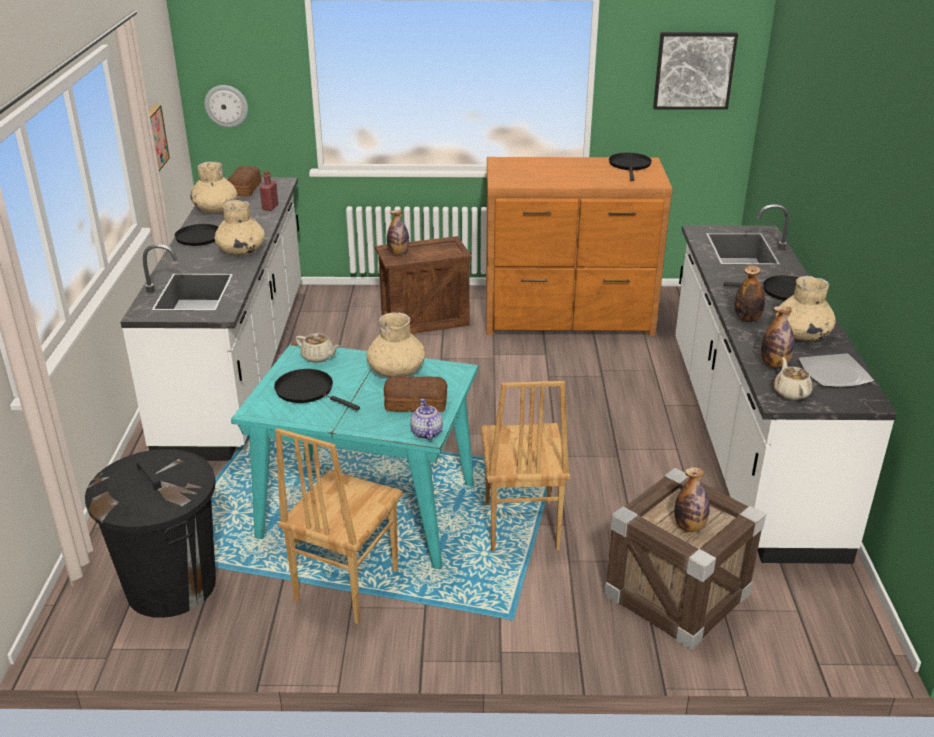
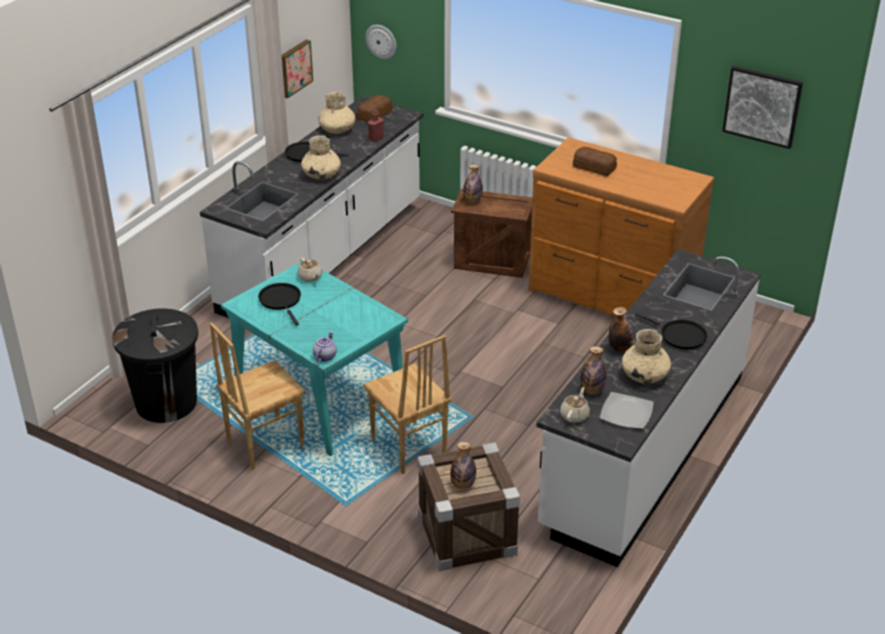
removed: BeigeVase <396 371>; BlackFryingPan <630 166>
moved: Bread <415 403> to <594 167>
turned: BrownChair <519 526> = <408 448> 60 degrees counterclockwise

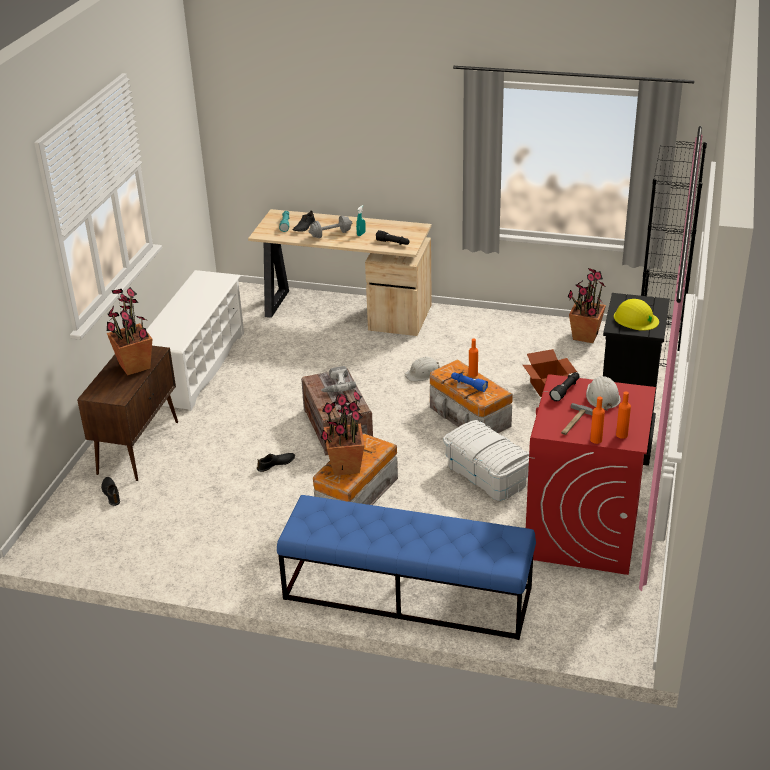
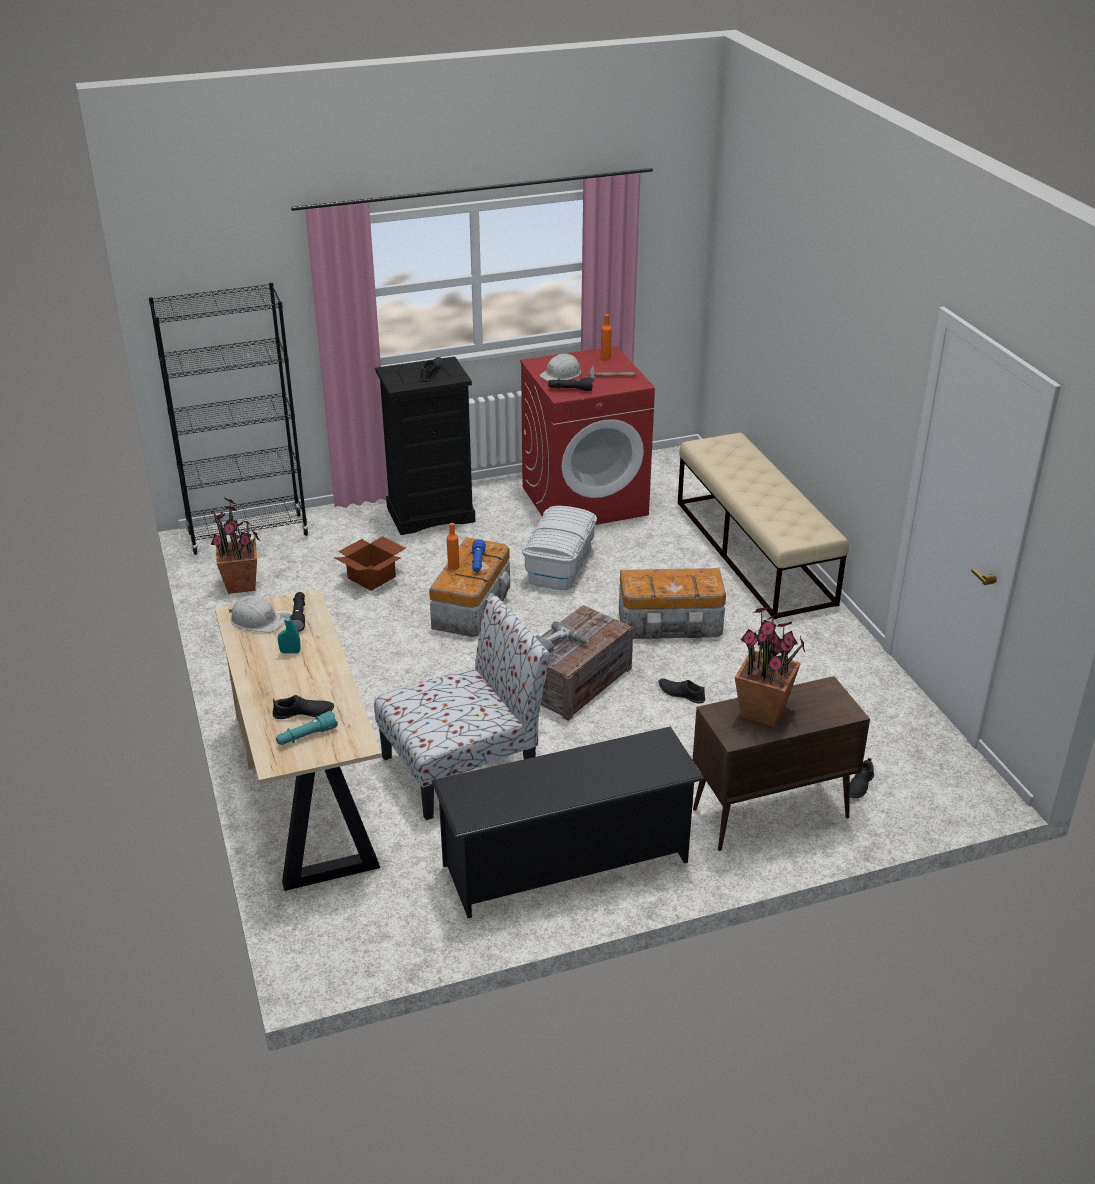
removed: GreyDumbbell <331 234>; PottedPlant <345 466>; OrangeBottle <596 440>
added: Chair <464 766>
moved: WhiteHardHat <423 373> to <256 620>
replaced: YellowHardHat <635 319> to BlackShoe <431 373>
recoloured: WhiteShoeRack <197 367> to BlackShoeRack <567 863>; BlueBench <406 593> to BeigeBench <754 552>

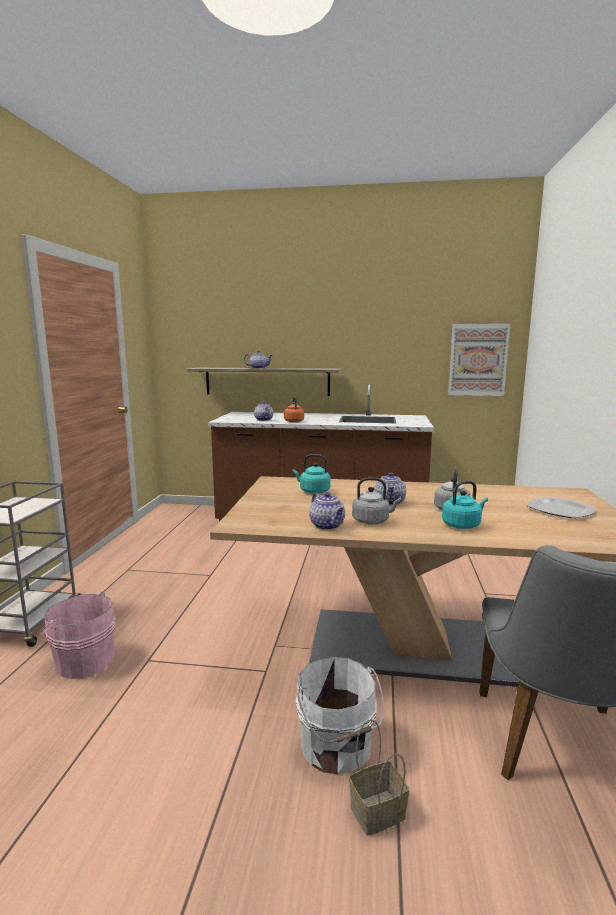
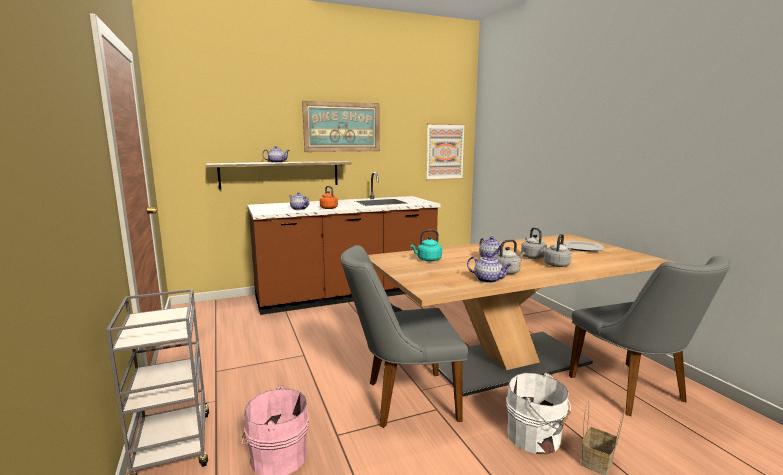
added: Picture <342 127>; GreyChair <402 399>
recoloured: TurquoiseKettle <462 525> to GreyKettle <557 265>

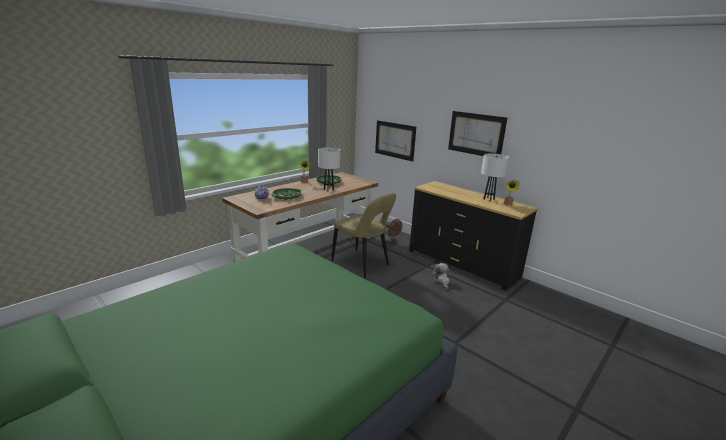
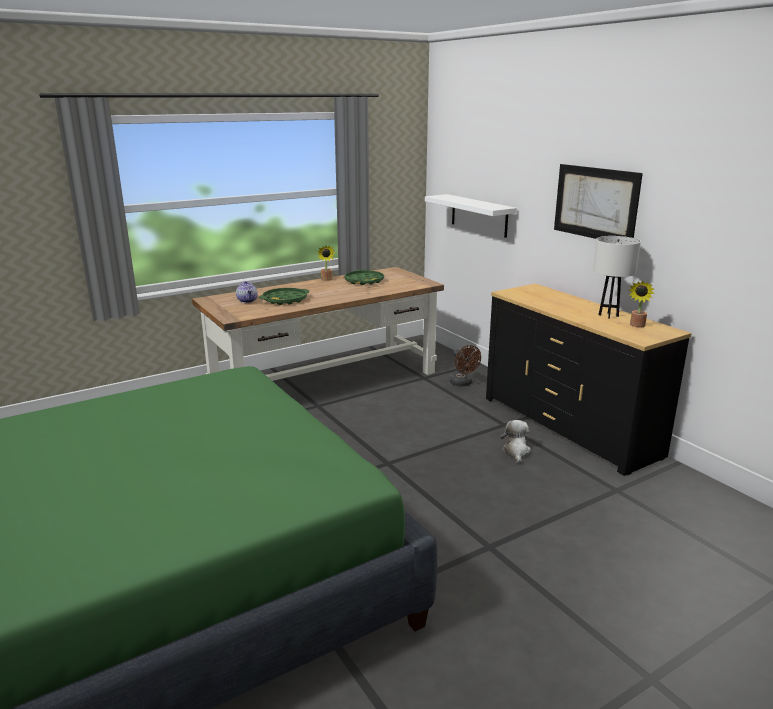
removed: WhiteTableLamp <328 189>; BeigeChair <362 264>
replaced: Picture <395 140> to WhiteShelf <479 215>

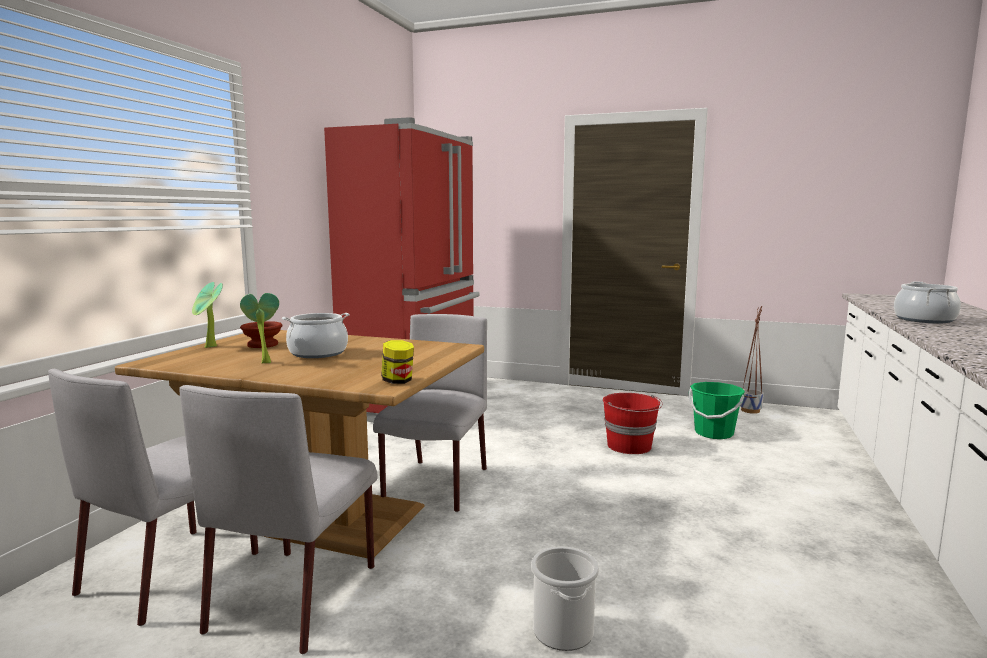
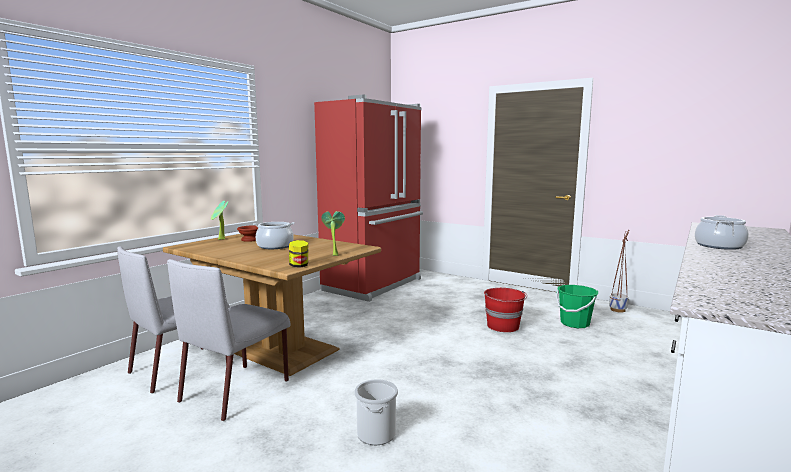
removed: GreyChair <436 486>
moved: PottedPlant <264 362> to <334 255>

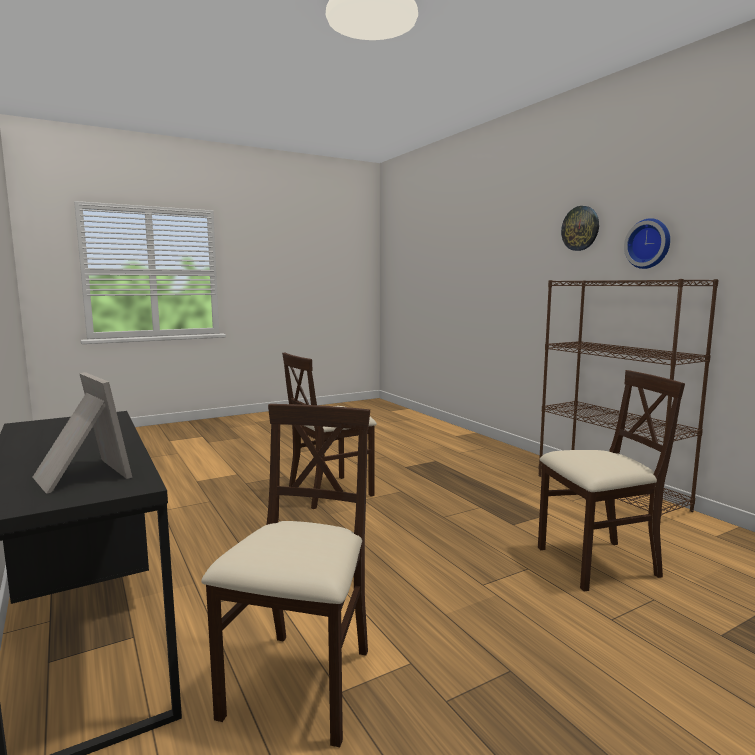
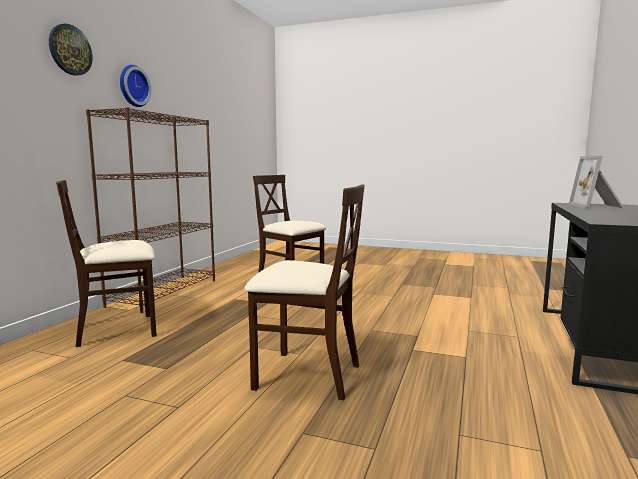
moved: BeigeChair <300 685> to <118 330>

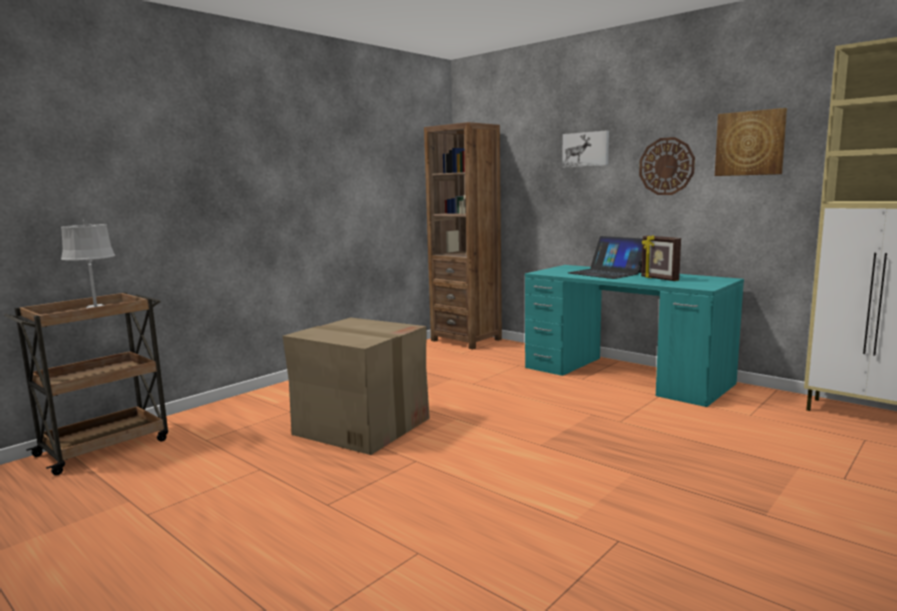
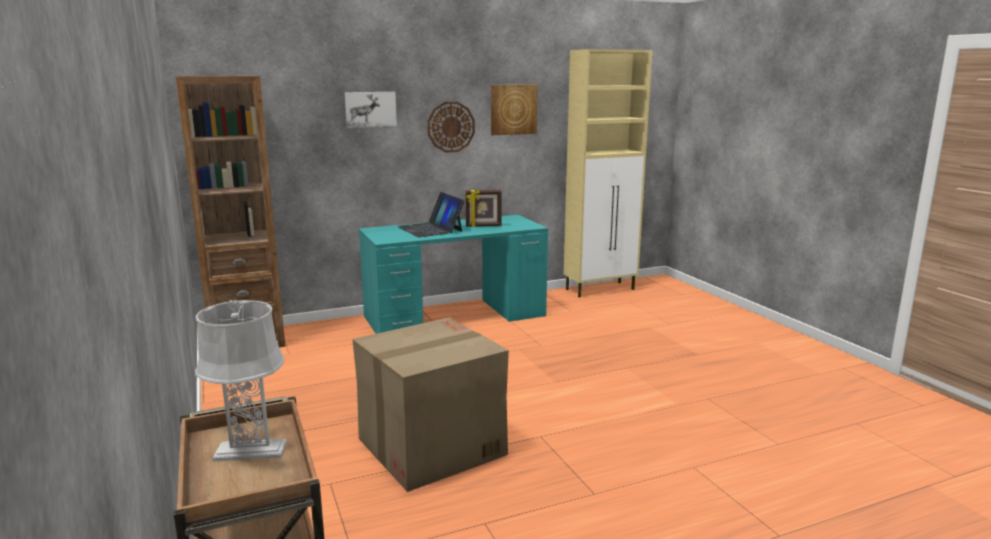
turned: Laptop <606 273> = <430 229> 75 degrees clockwise

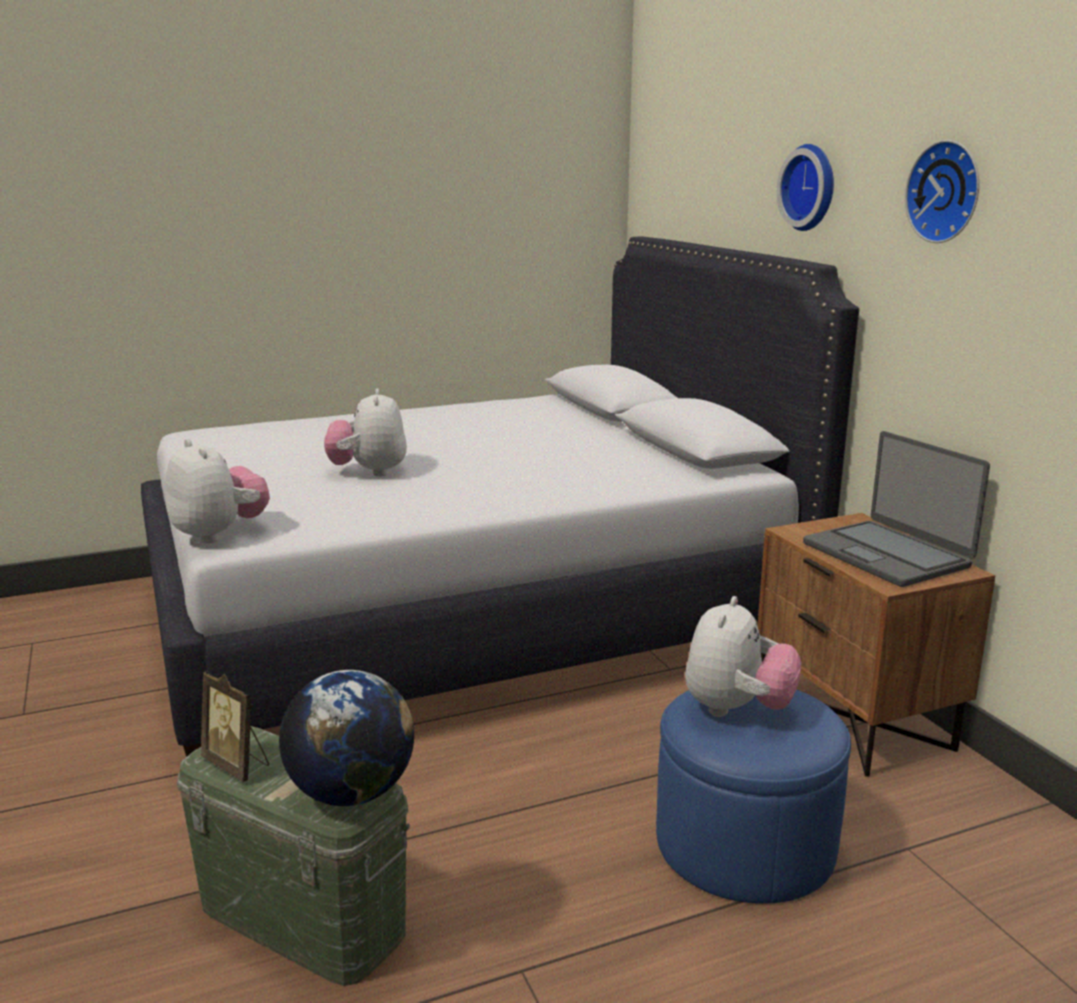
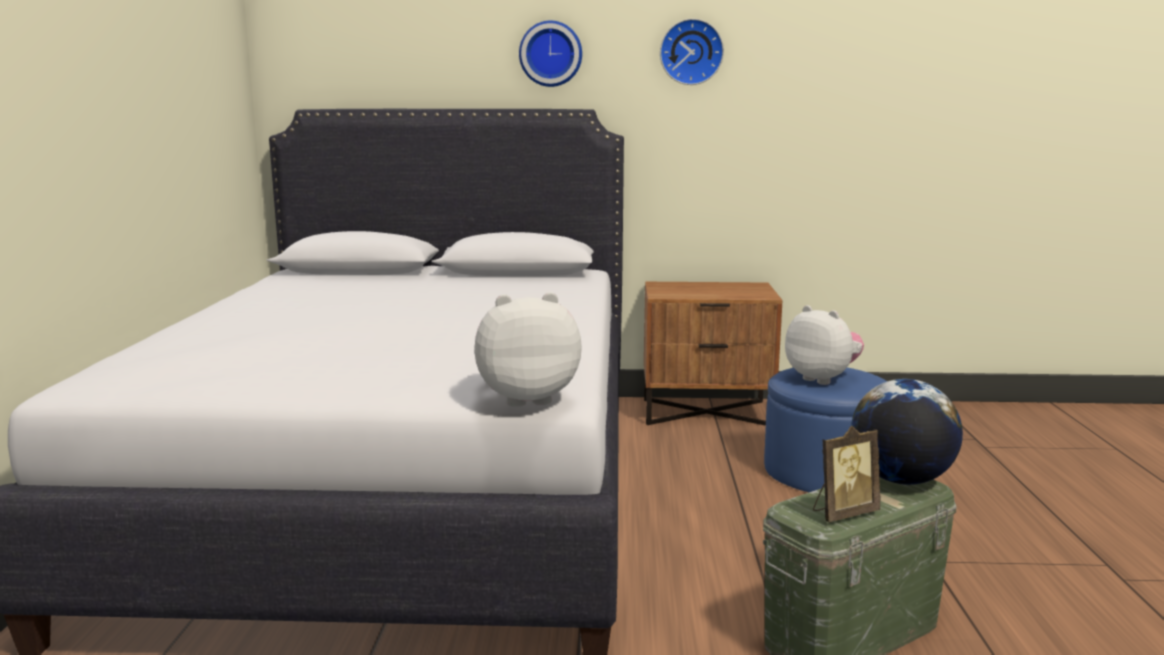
removed: PlushToy <369 472>; Laptop <887 555>

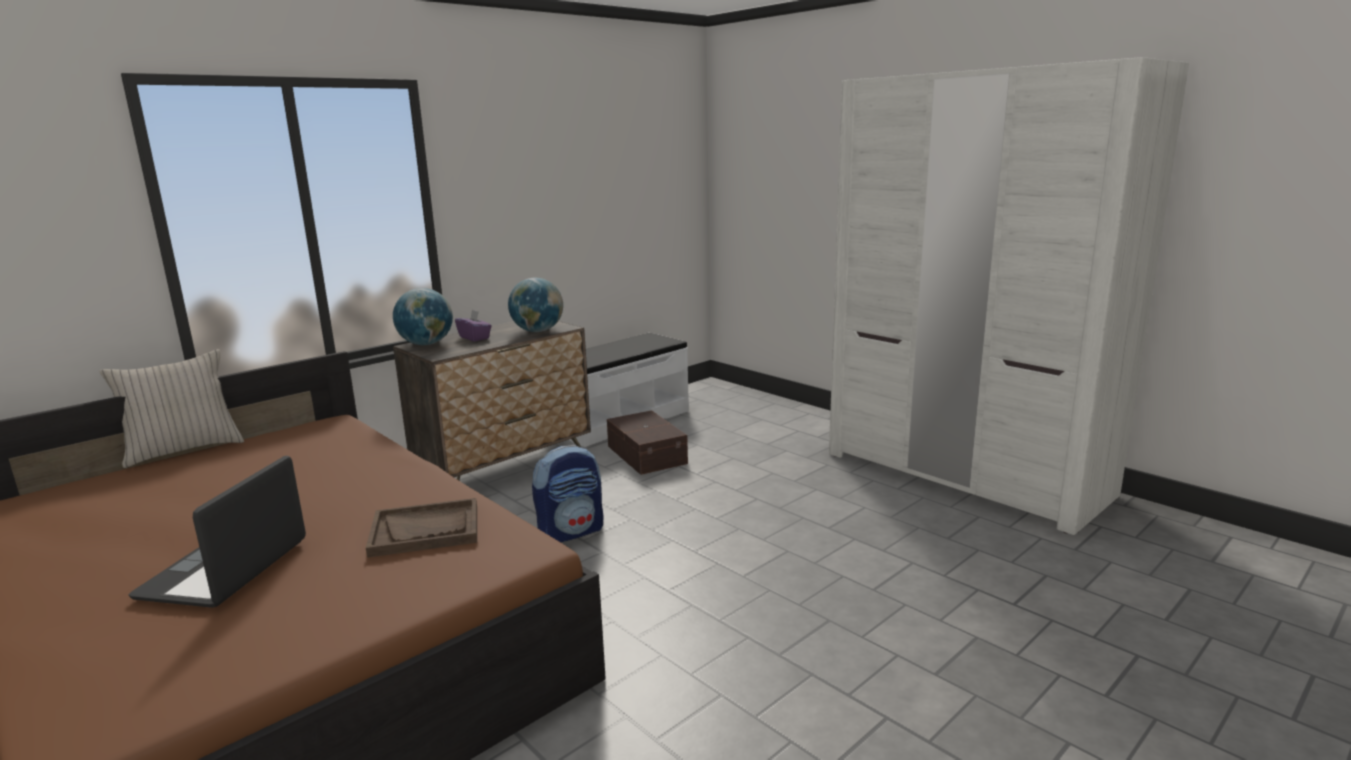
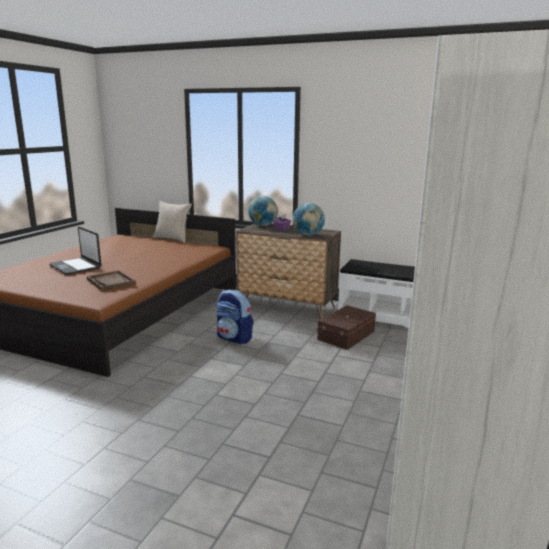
turned: Laptop <226 569> = <76 266> 120 degrees counterclockwise

